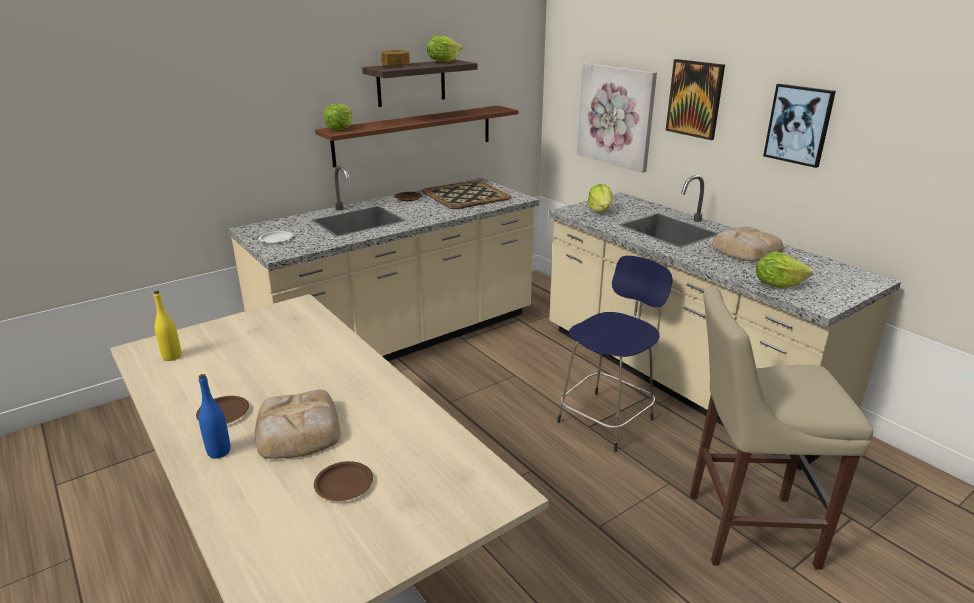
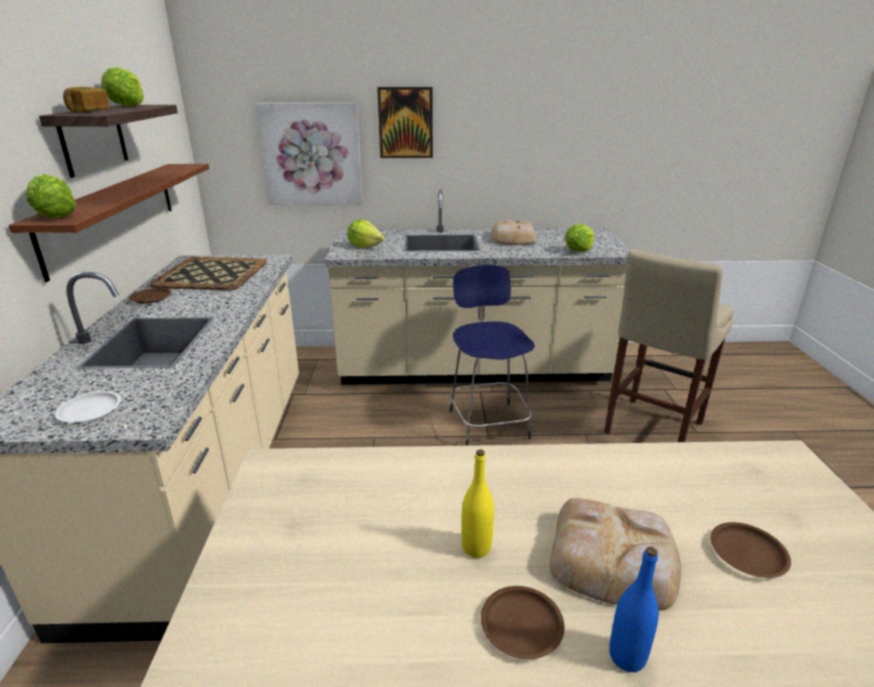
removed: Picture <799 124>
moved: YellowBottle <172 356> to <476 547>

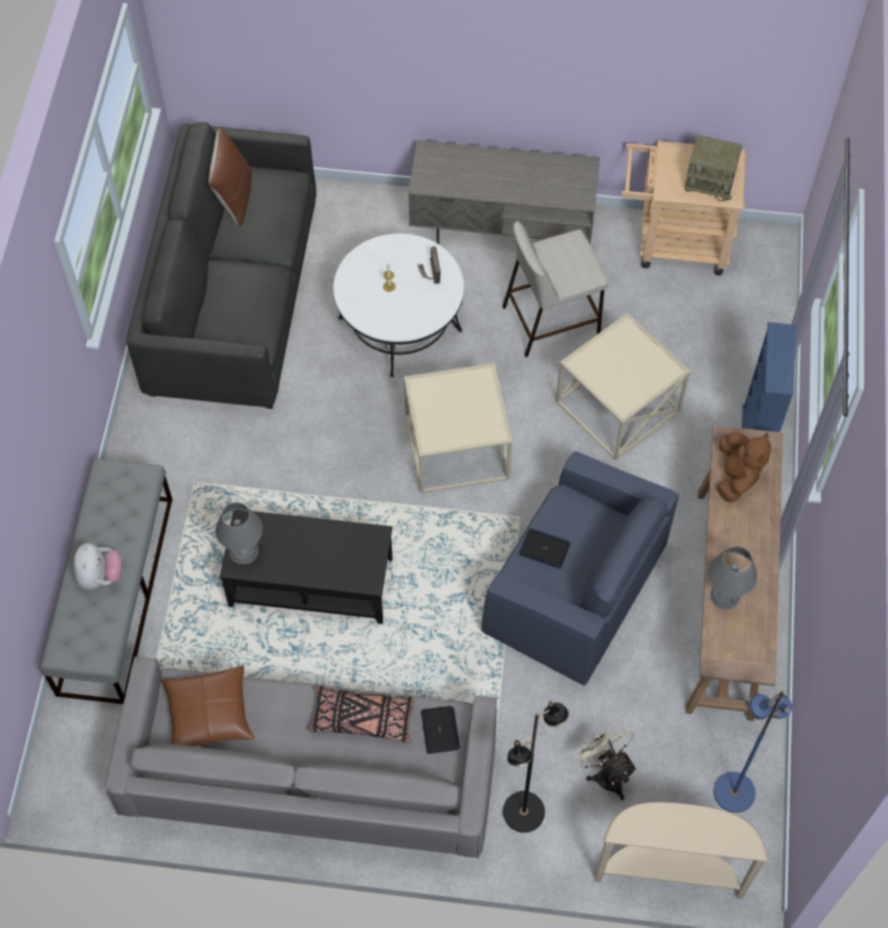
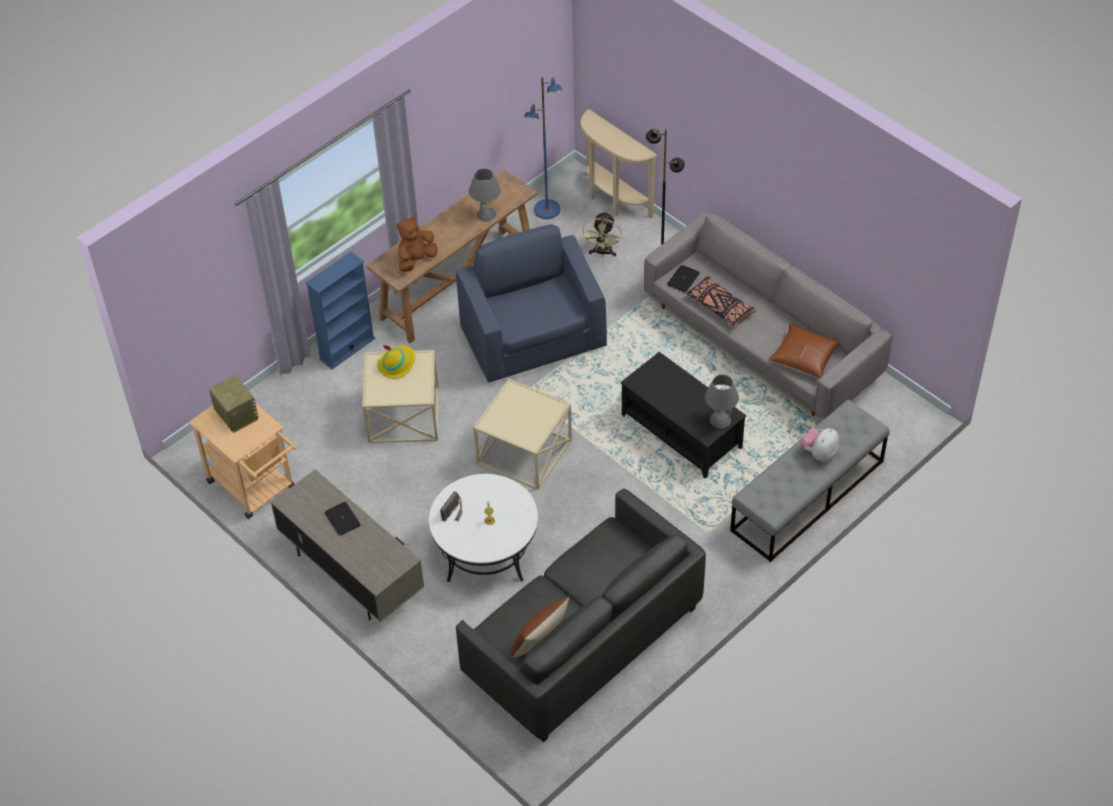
removed: BeigeStool <552 319>
added: YellowHat <397 364>
moved: Laptop <545 549> to <342 519>

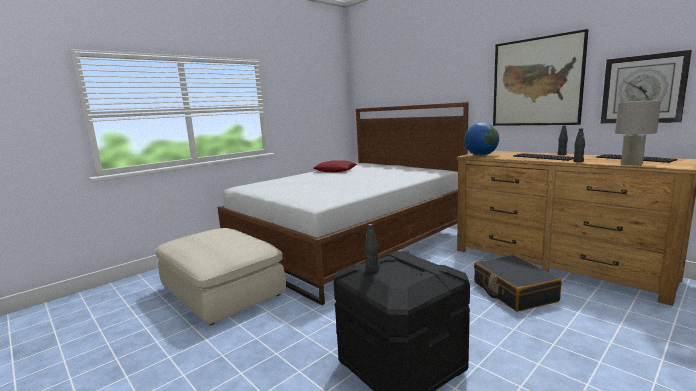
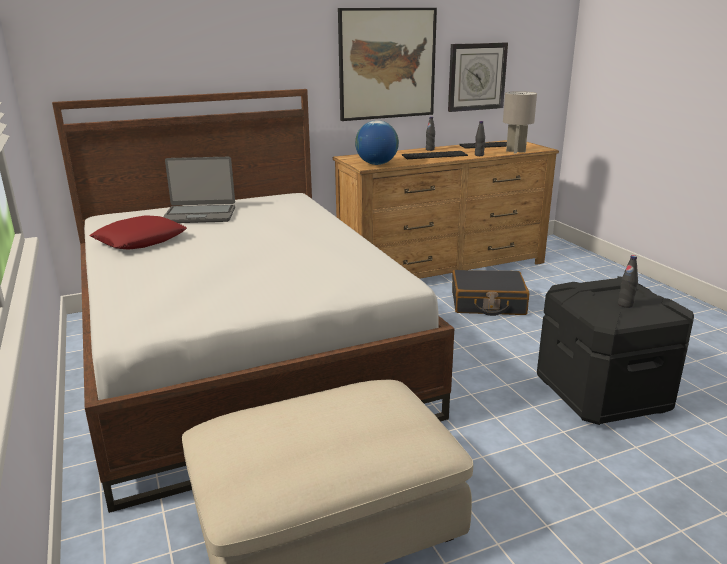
added: Laptop <200 215>

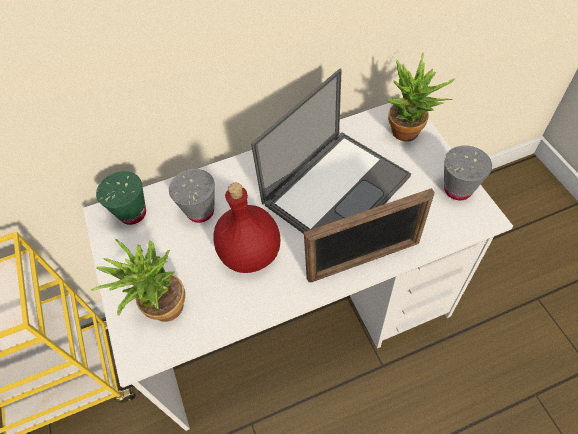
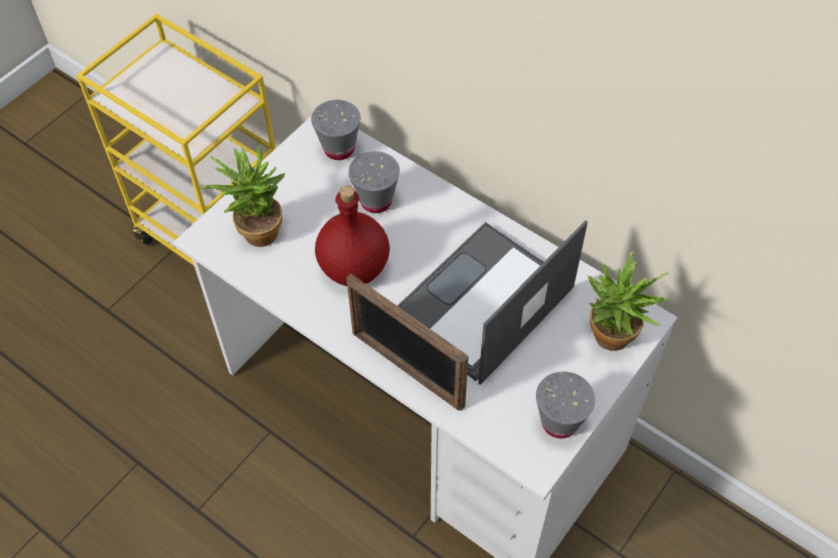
recoloured: GreenCup <133 213> to GreyCup <339 149>
turned: Laptop <336 188> = <482 304> 120 degrees clockwise

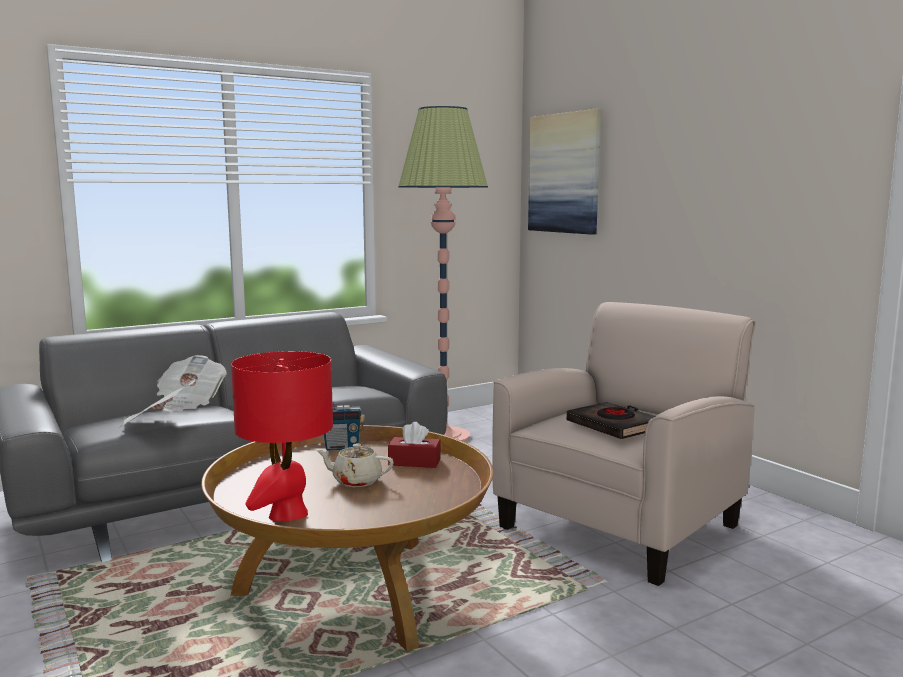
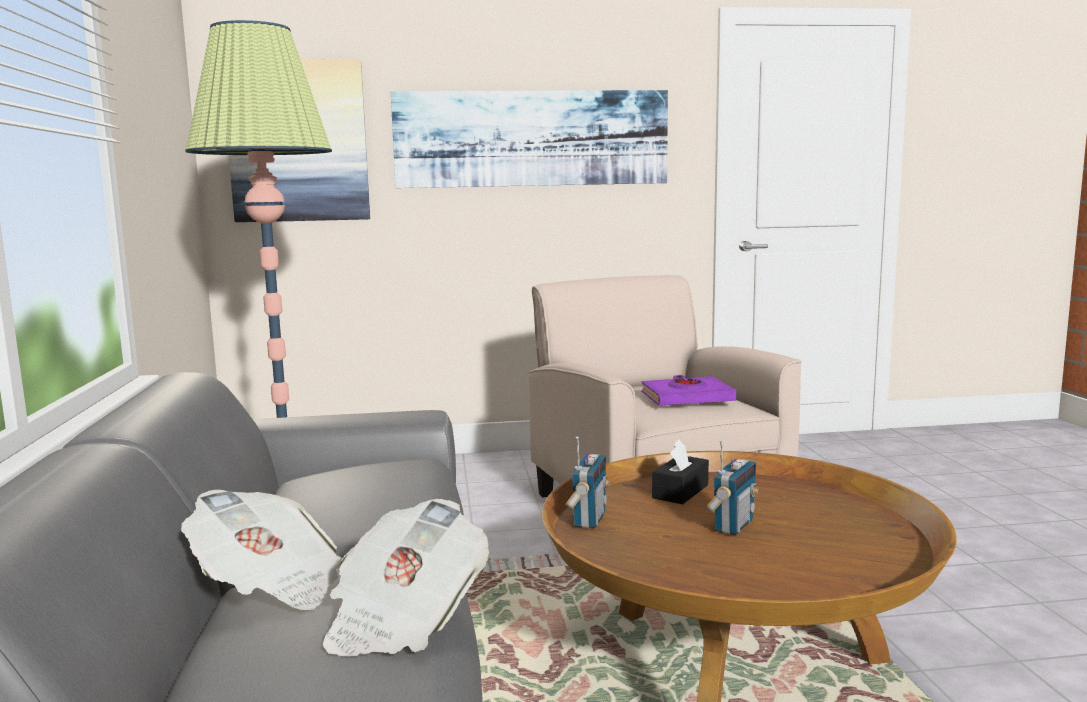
removed: RedTableLamp <288 514>
added: Picture <532 138>
replaced: BeigeTeapot <356 481> to Radio <732 526>
recoloured: RedTissueBox <414 462> to BlackTissueBox <680 491>; BlackBook <613 426> to PurpleBook <687 398>

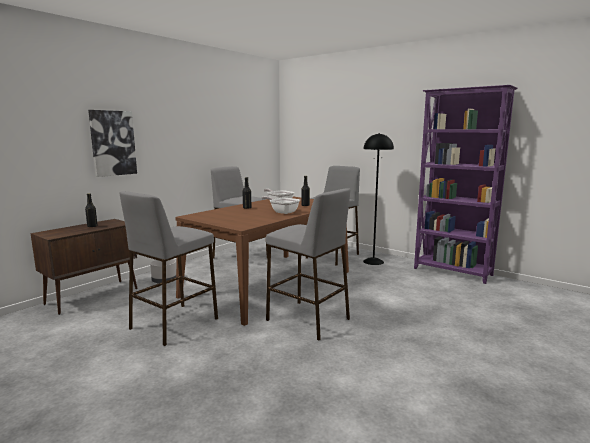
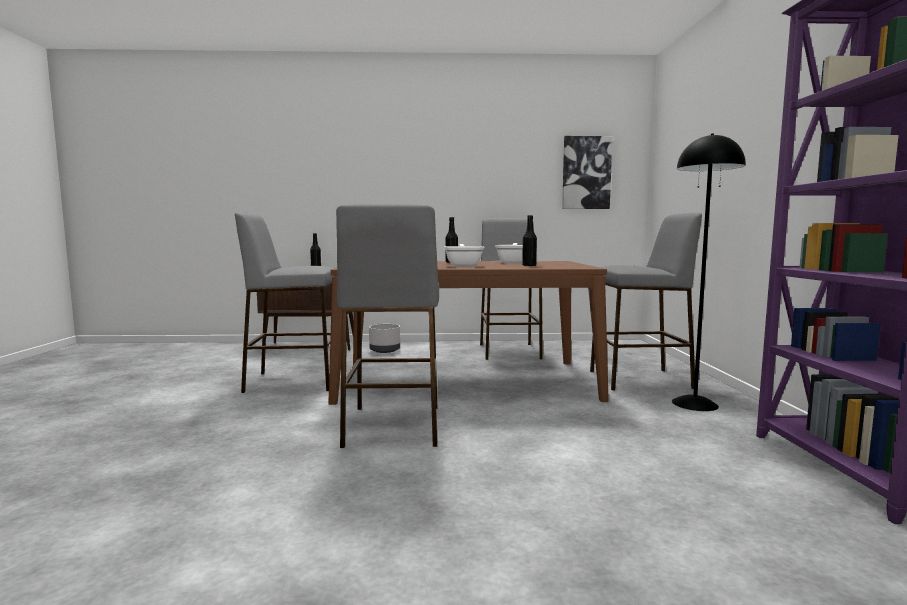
moved: Picture <112 143> to <586 173>

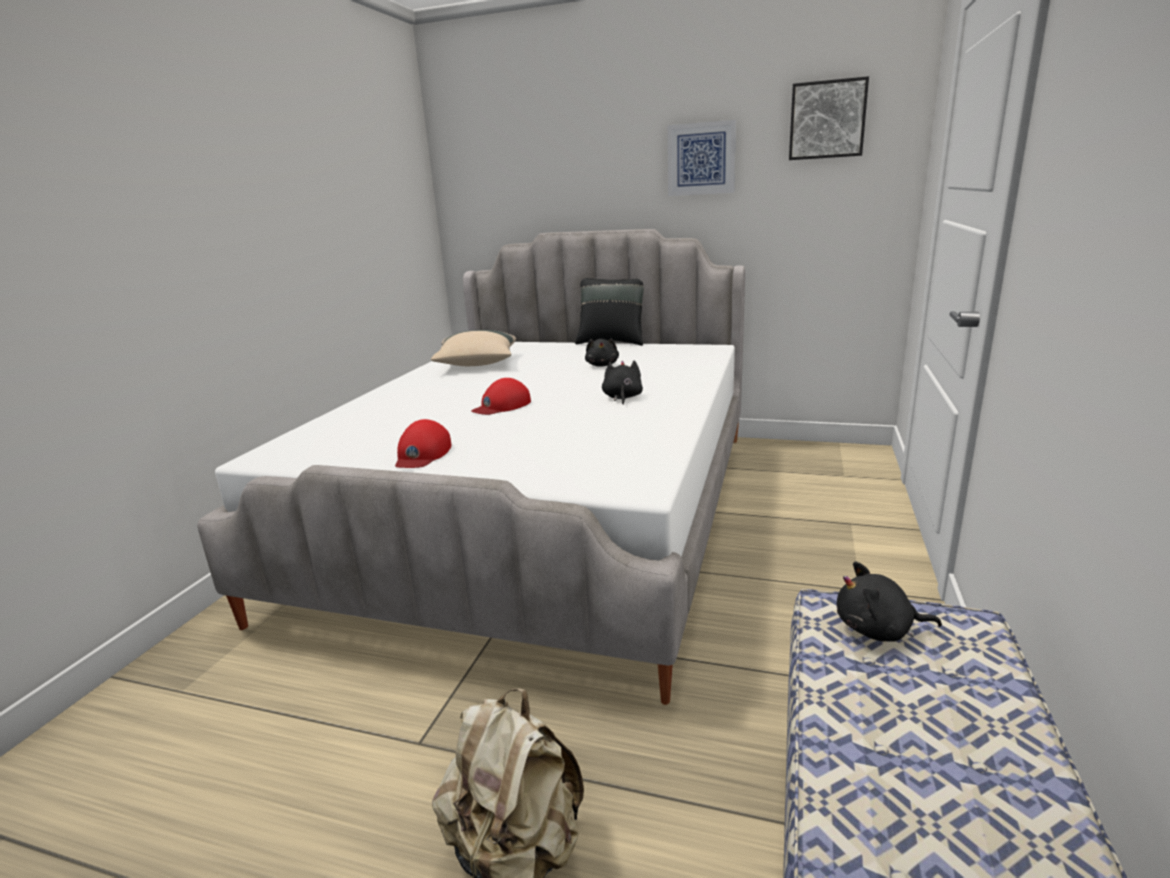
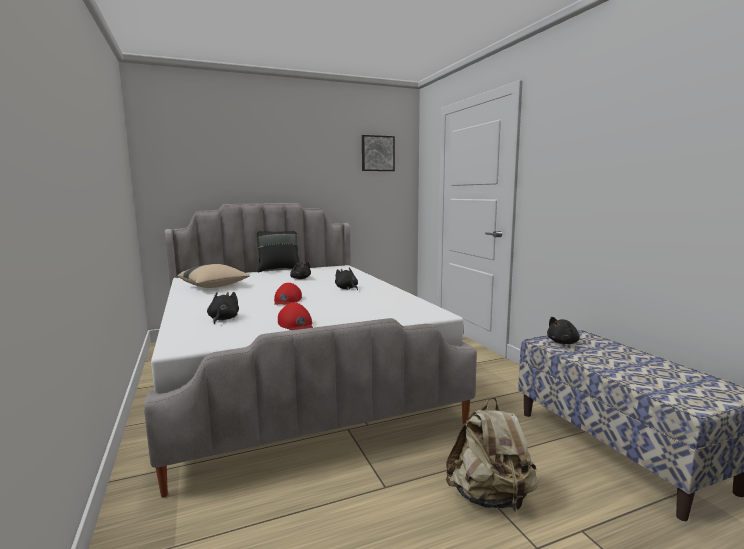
removed: Picture <701 159>
added: BlackPlushToy <223 319>

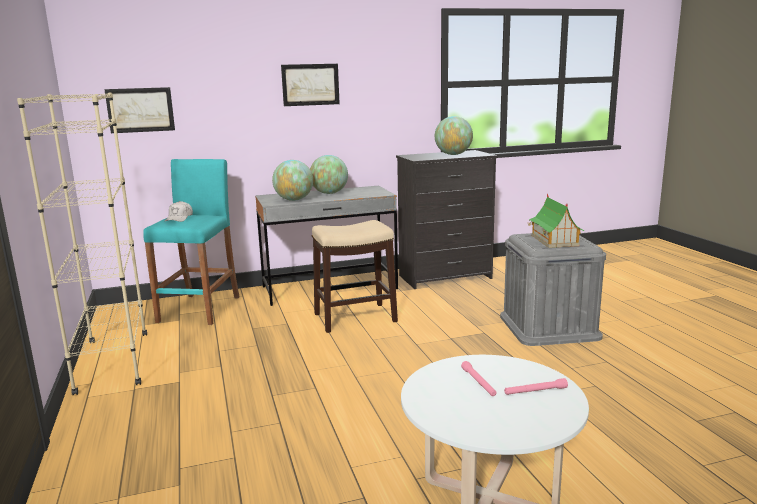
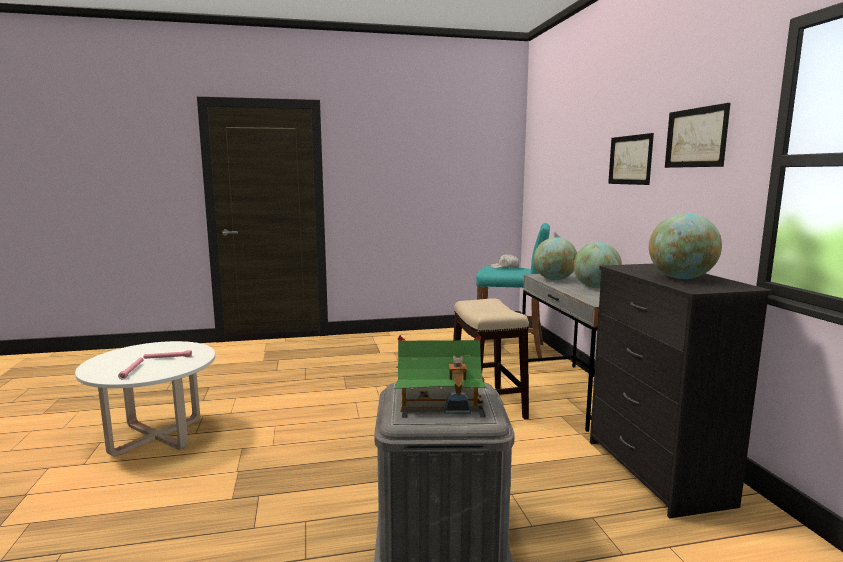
removed: BeigeBookcase <113 362>
moved: Picture <140 110> to <695 137>

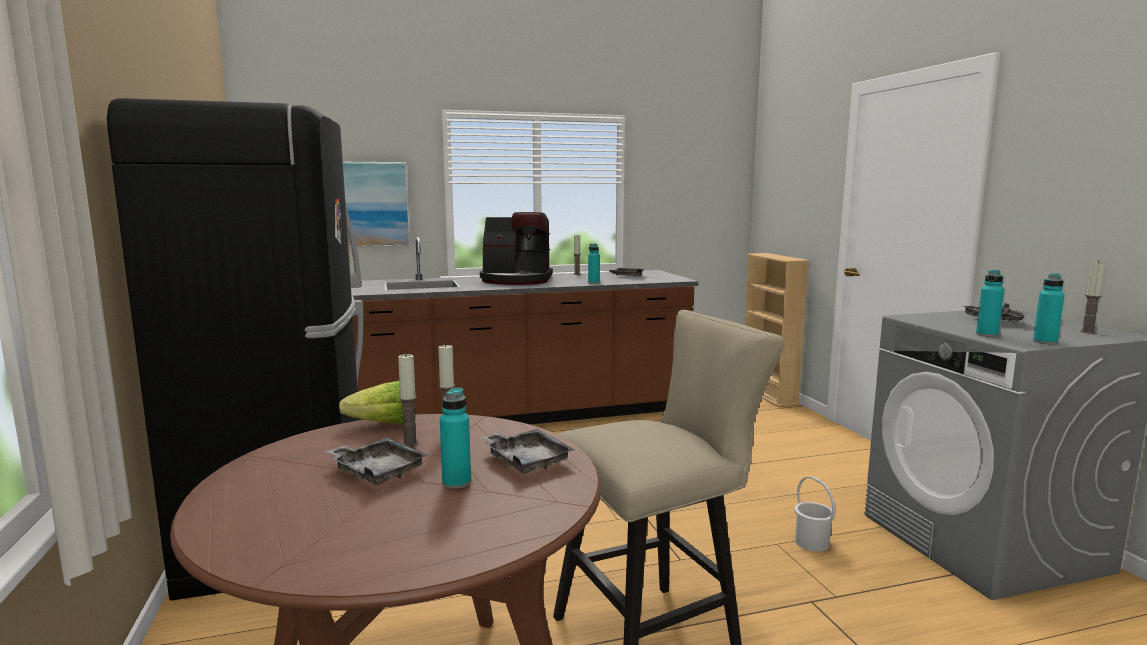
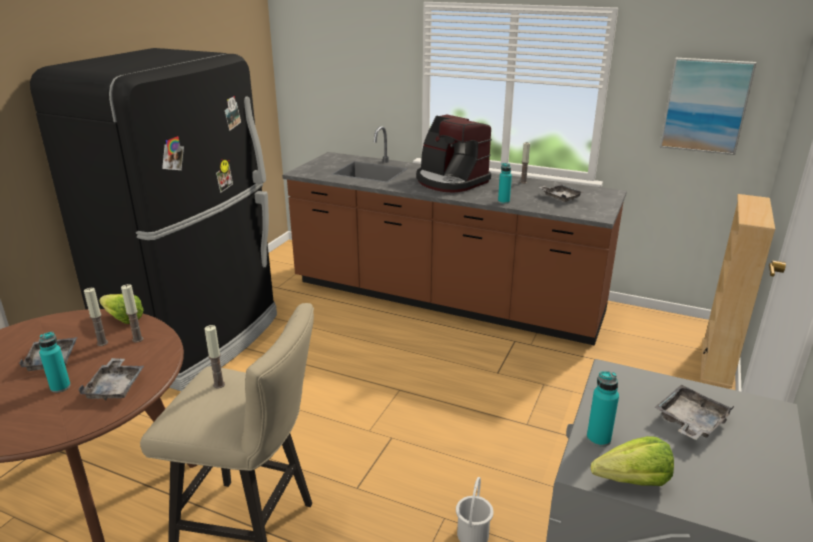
moved: Picture <373 204> to <705 106>; Candle <1087 332> to <219 385>
replaced: TurquoiseBottle <1045 342> to Lettuce <625 481>

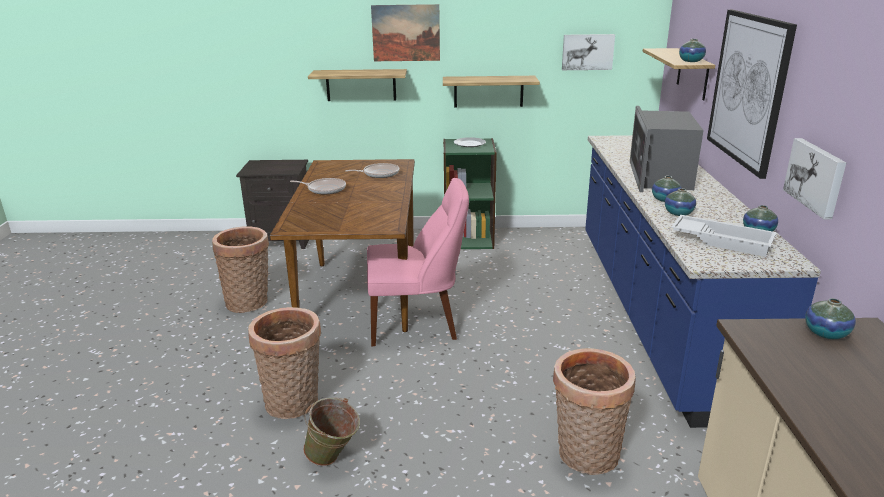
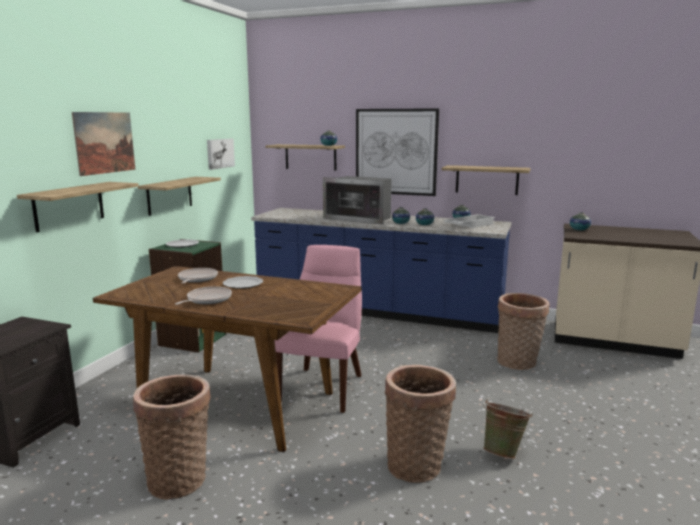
added: Plate <243 284>
replaced: Picture <816 177> to Shelf <486 180>

